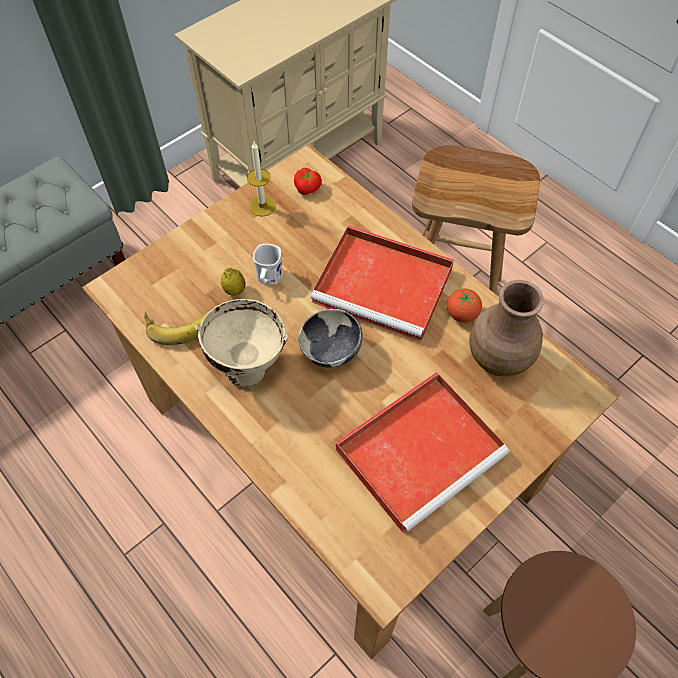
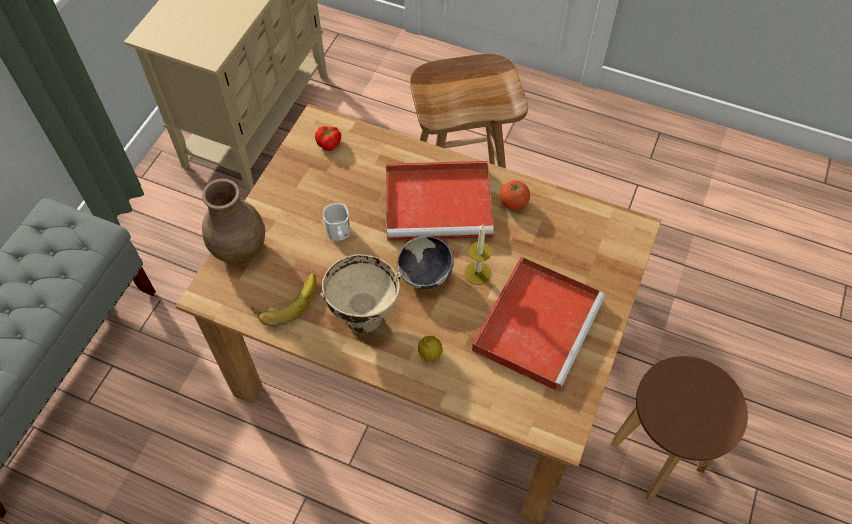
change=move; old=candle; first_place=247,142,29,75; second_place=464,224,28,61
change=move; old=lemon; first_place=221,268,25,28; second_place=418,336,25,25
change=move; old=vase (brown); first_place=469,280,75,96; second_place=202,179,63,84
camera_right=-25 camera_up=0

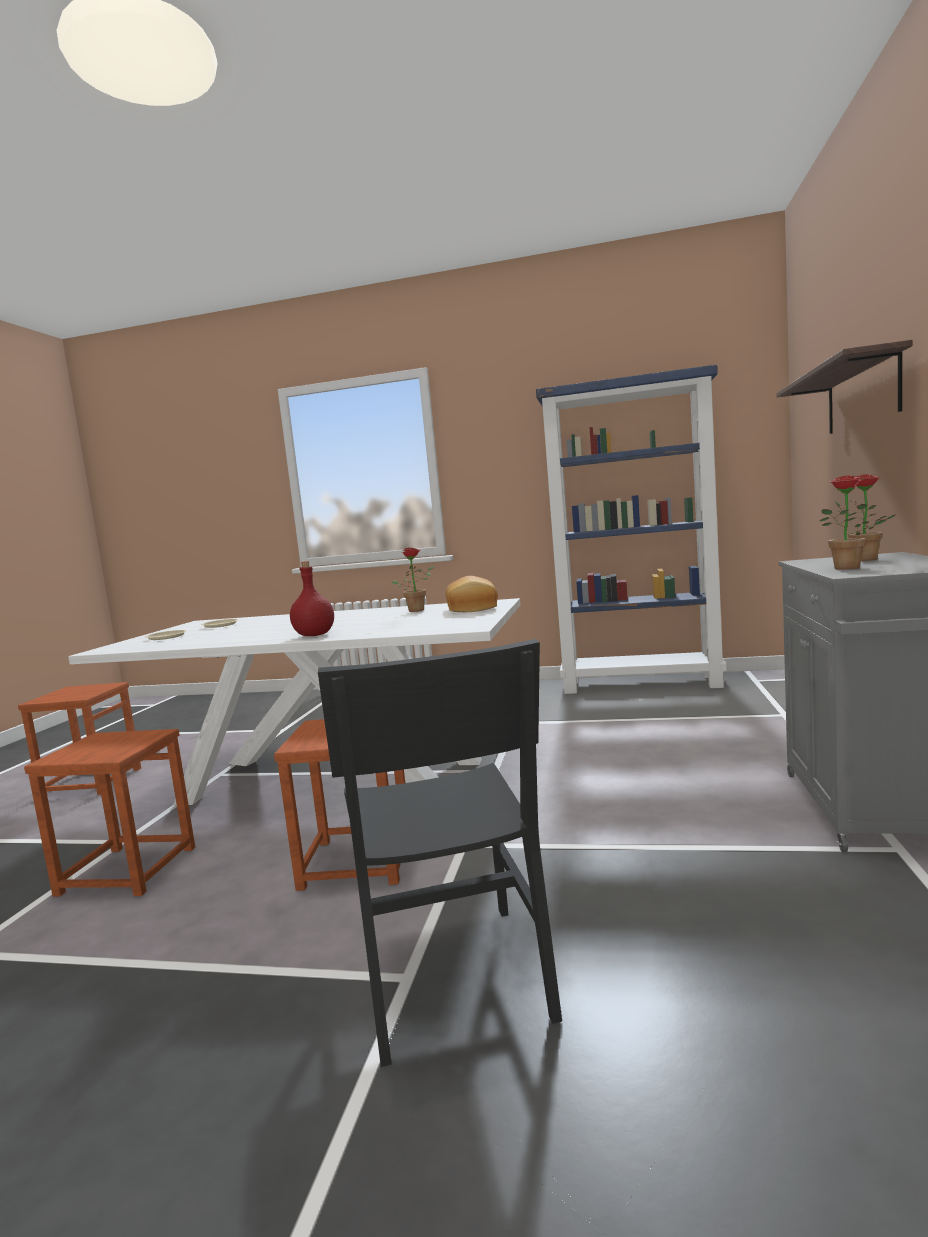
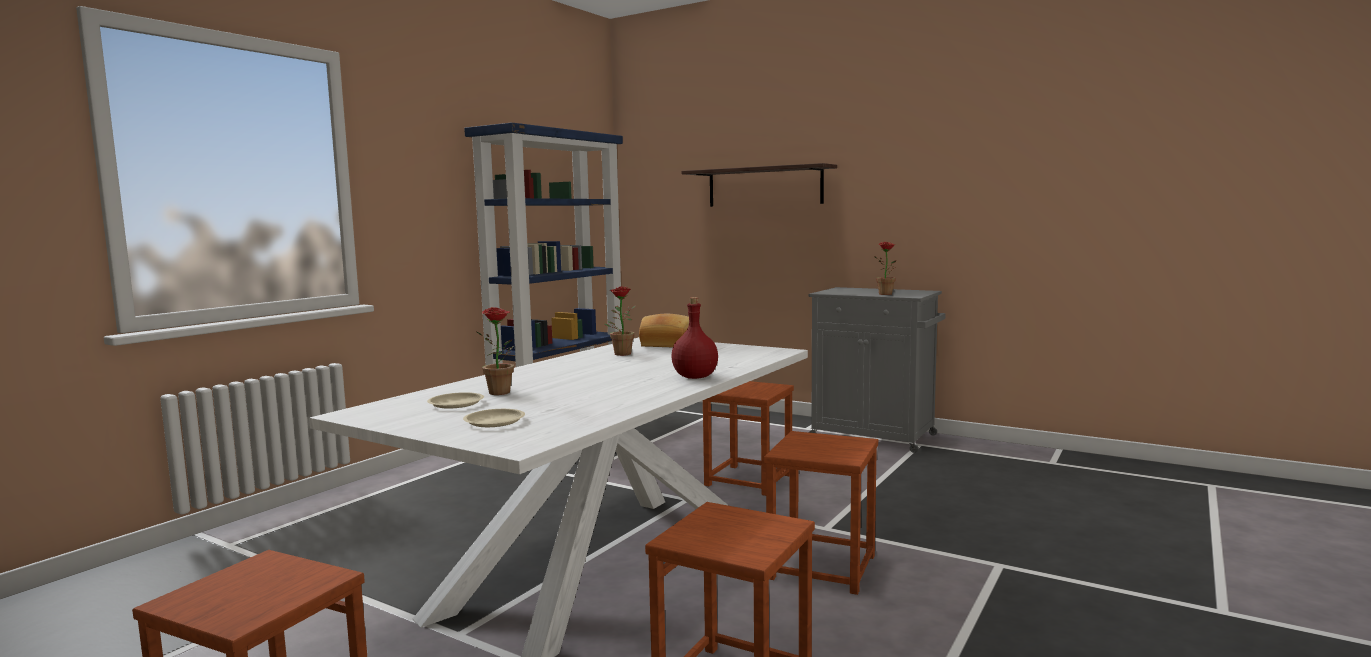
change=move; old=potted plant; first_place=848,474,47,87; second_place=477,307,37,88
change=delete; old=chair (black); first_place=318,639,244,428
change=insert; new=stool (brown); second_place=703,381,91,115
camera_right=-70 camera_up=0

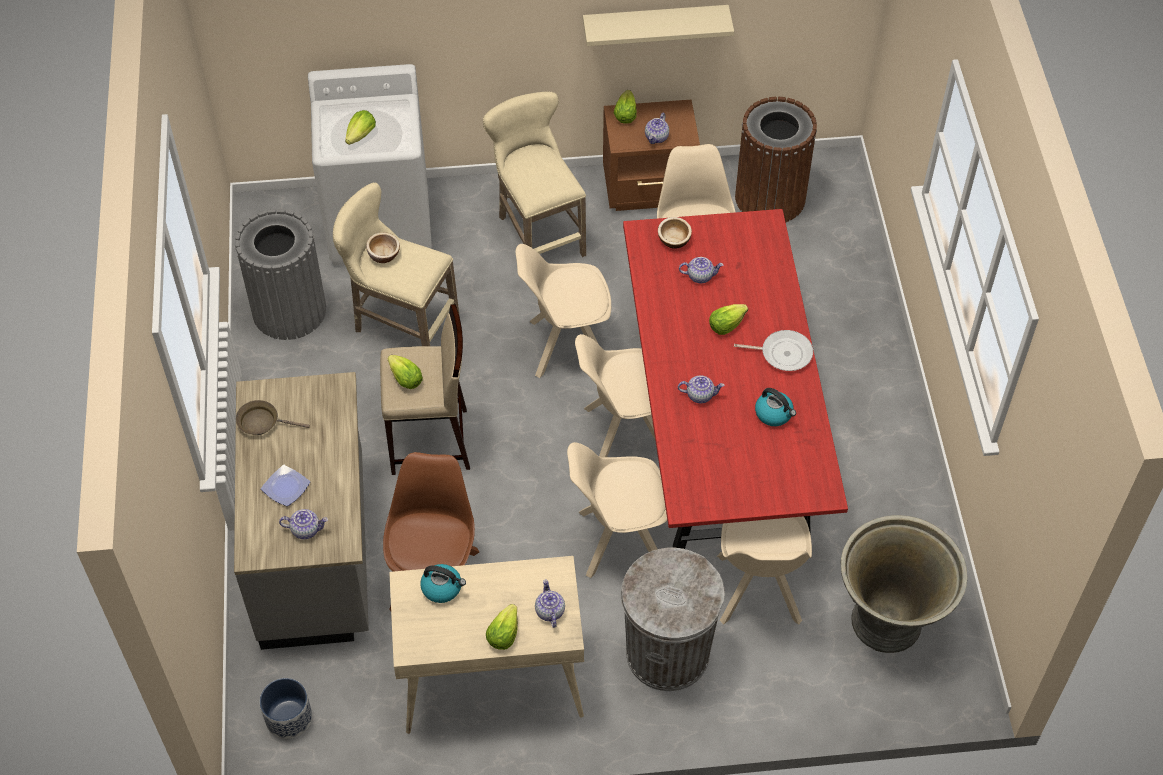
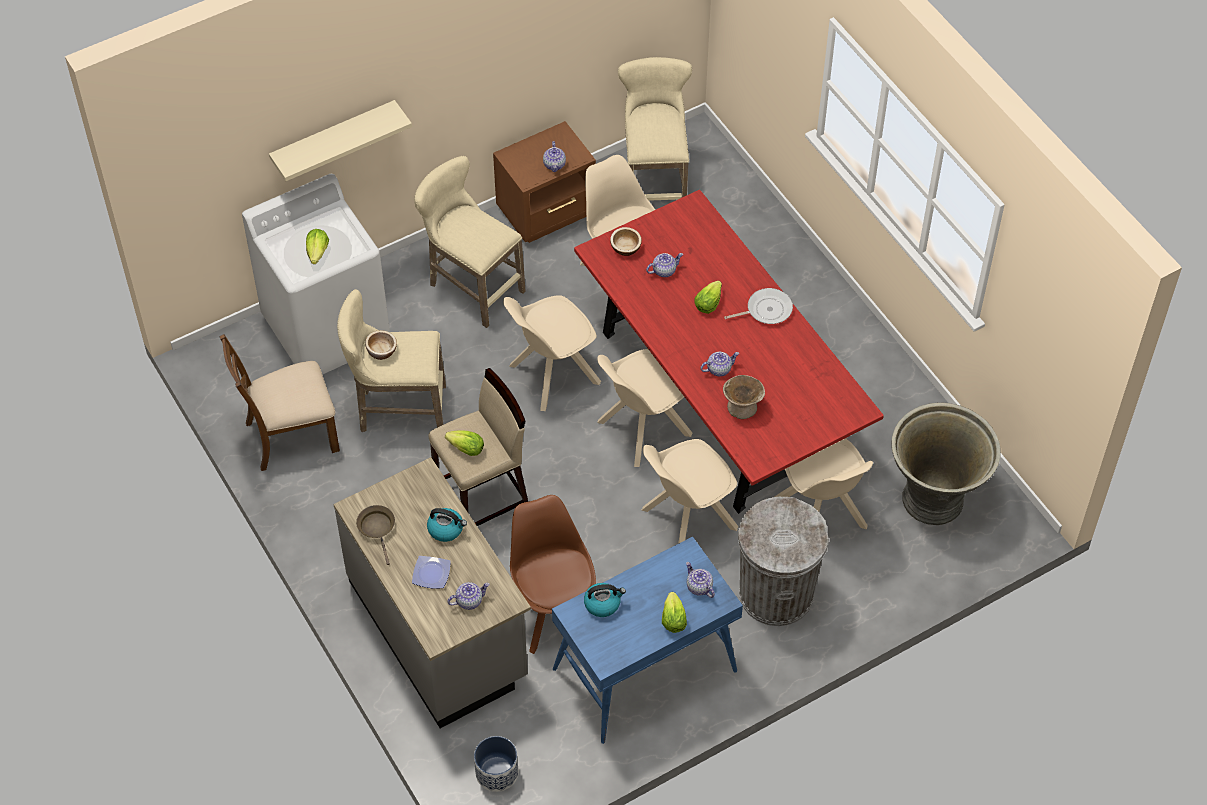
change=move; old=shelf (beige); first_place=583,5,151,41; second_place=269,100,143,81
change=delete; old=lettuce; first_place=614,90,23,34
change=replace; old=trash can (brown); new=stool (beige); first_place=735,97,82,125; second_place=618,57,74,144
change=replace; old=trash can (grey); new=chair (brown); first_place=235,209,91,131; second_place=220,334,120,137
change=move; old=kettle; first_place=755,388,41,38; second_place=427,508,40,34
change=rotate; old=frying pan (brown); first_place=236,400,74,35; second_place=356,505,39,60; degrees=90
change=recolor; old=desk (beige); new=desk (blue); first_place=389,556,195,178; second_place=552,536,191,208
change=insert; new=bowl (beige); second_place=723,375,42,44
camera_right=-25 camera_up=0

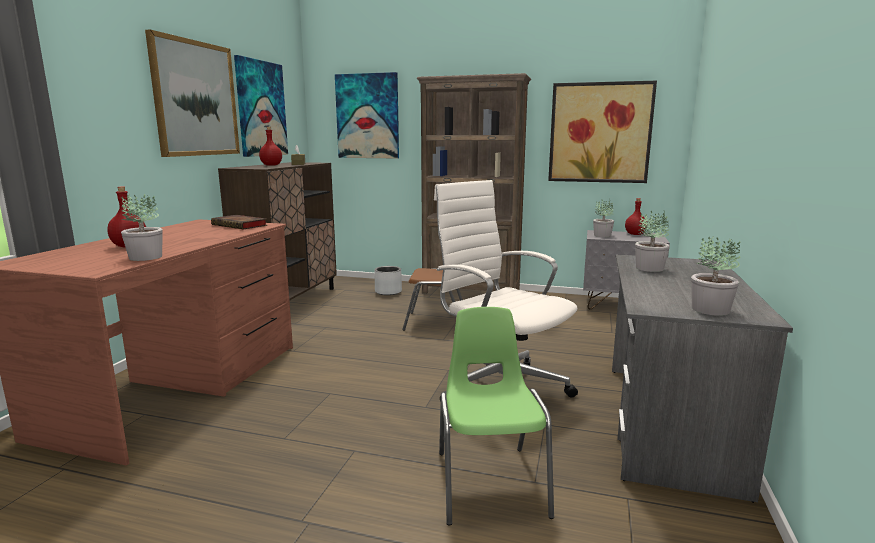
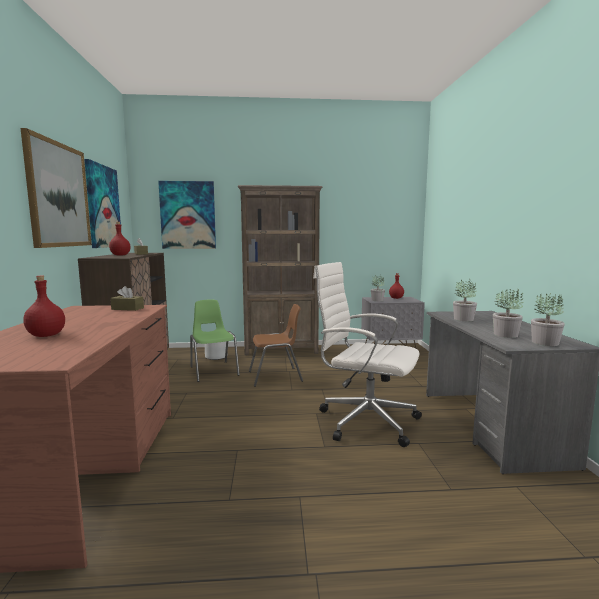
change=delete; old=picture; first_place=548,81,109,102
change=move; old=potted plant; first_place=121,193,42,68; second_place=493,289,31,49
change=replace; old=book; new=tissue box (brown); first_place=211,215,57,15; second_place=110,286,34,25
change=move; old=chair (green); first_place=439,307,115,219; second_place=190,300,50,82
camera_right=-20 camera_up=-5

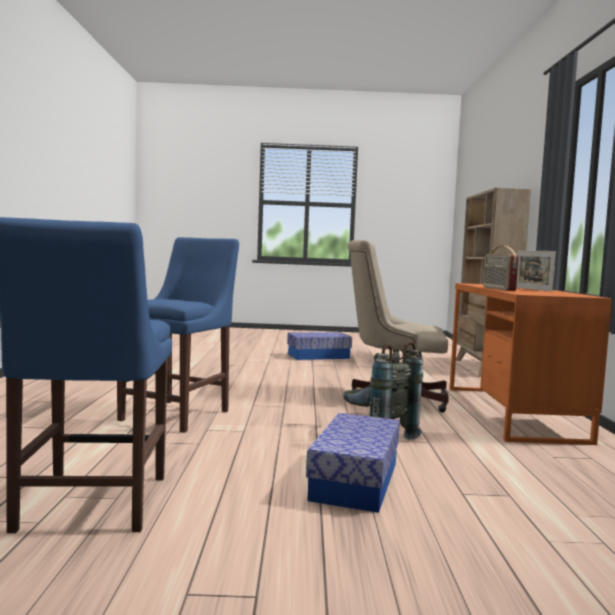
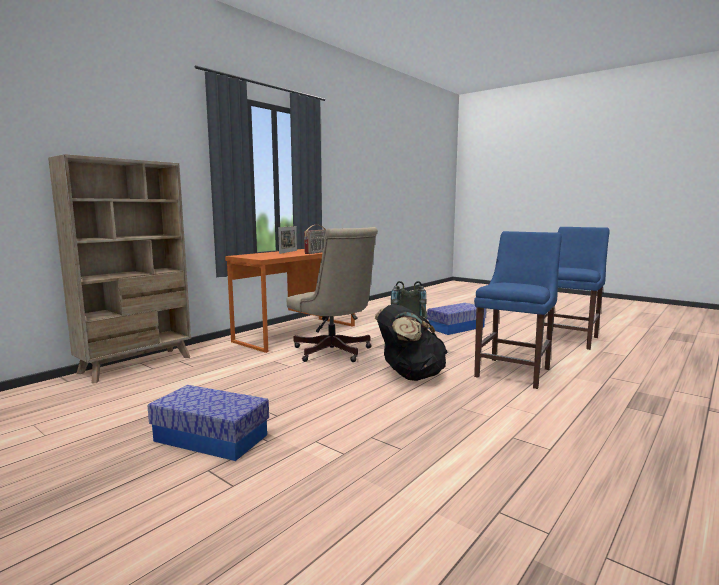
change=rotate; old=chair (blue); first_place=117,237,122,196; second_place=474,231,88,158; degrees=150
change=insert; new=backpack (black); second_place=375,304,73,77
camera_right=-140 camera_up=5

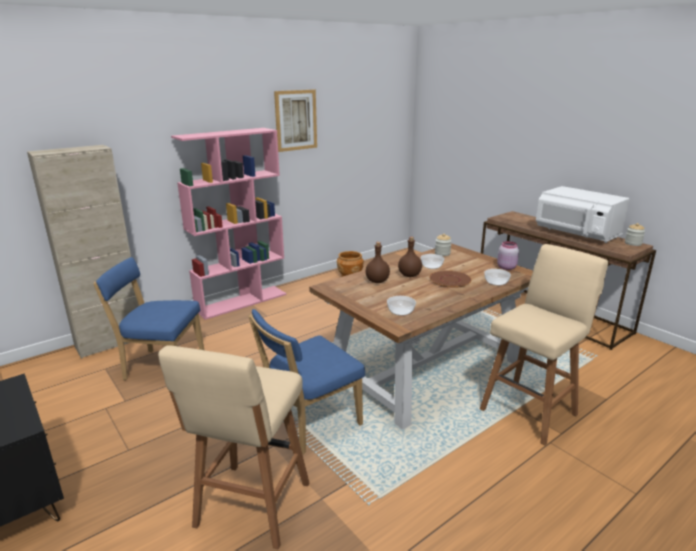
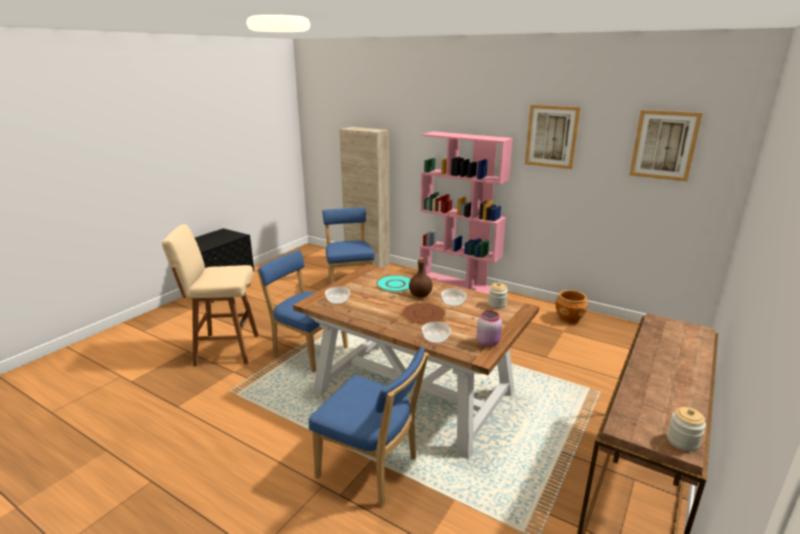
change=delete; old=microwave (white); first_place=536,186,94,57
change=replace; old=bottle (brown); new=plate (turquoise); first_place=366,242,24,41; second_place=376,275,35,17
change=replace; old=stool (beige); new=chair (blue); first_place=480,244,128,201; second_place=309,347,120,159
change=insert; new=picture; second_place=629,110,74,72
camera_right=70 camera_up=0

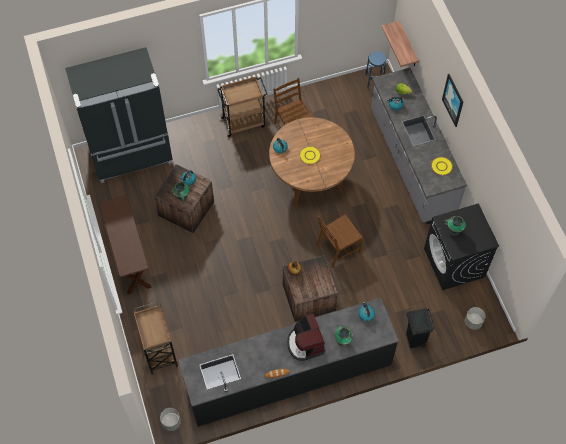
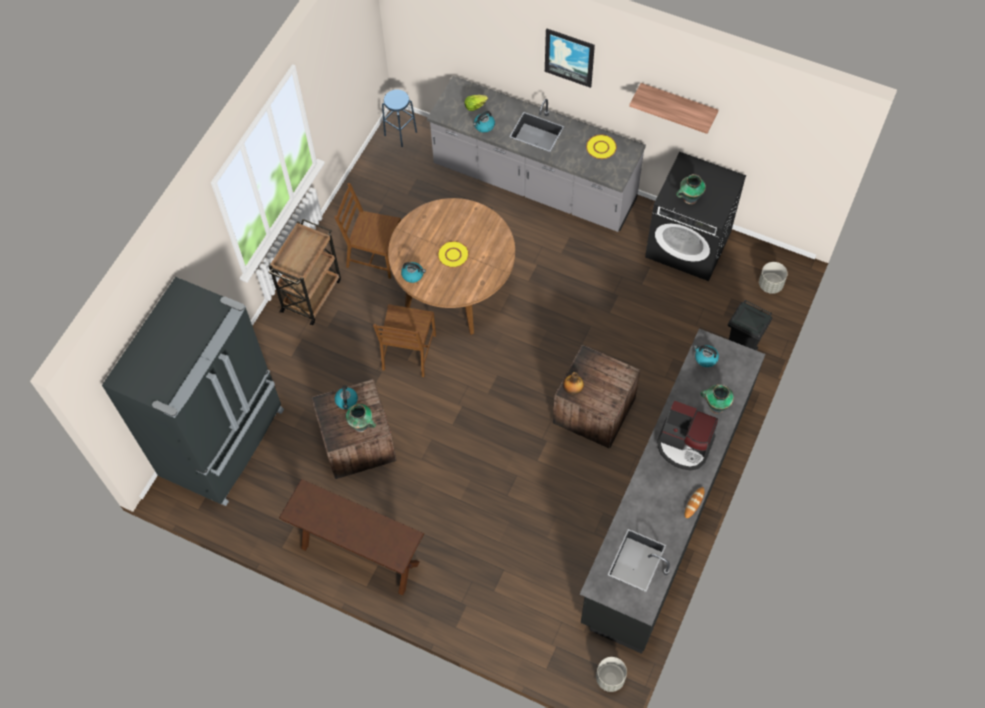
change=move; old=shelf; first_place=382,21,37,46; second_place=629,83,89,51
change=move; old=chair (brown); first_place=316,214,47,54; second_place=373,304,63,73
change=delete; old=cart (brown); first_place=133,301,45,74
camera_right=-45 camera_up=0

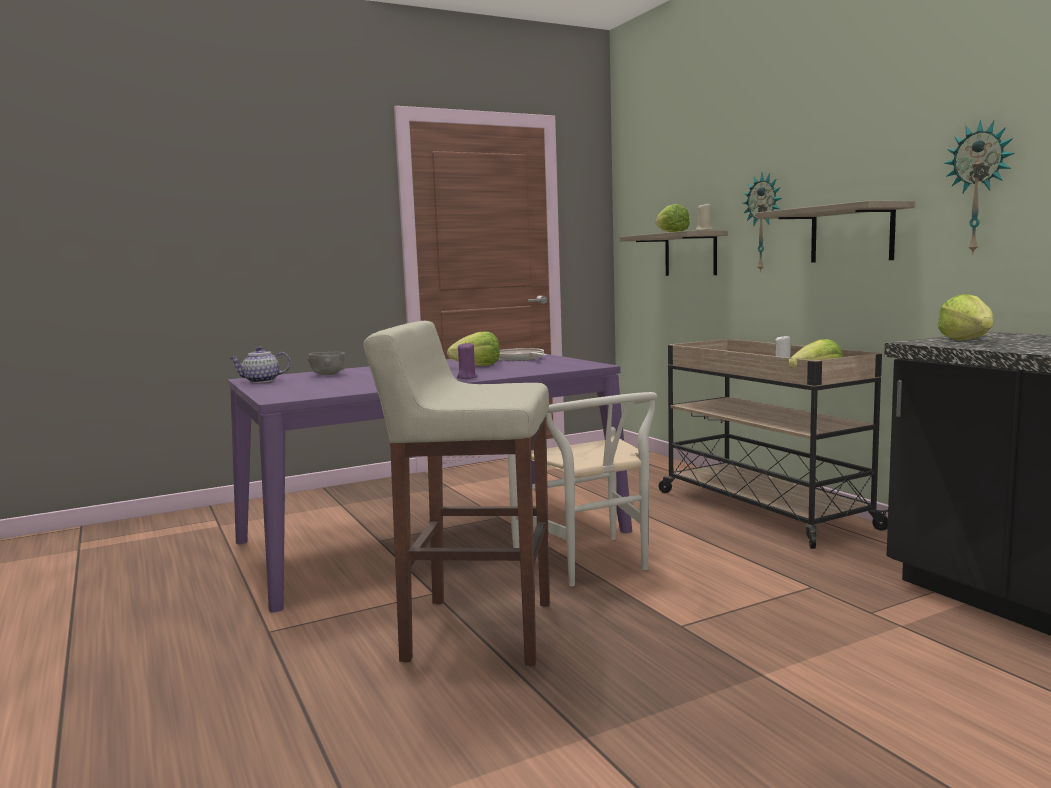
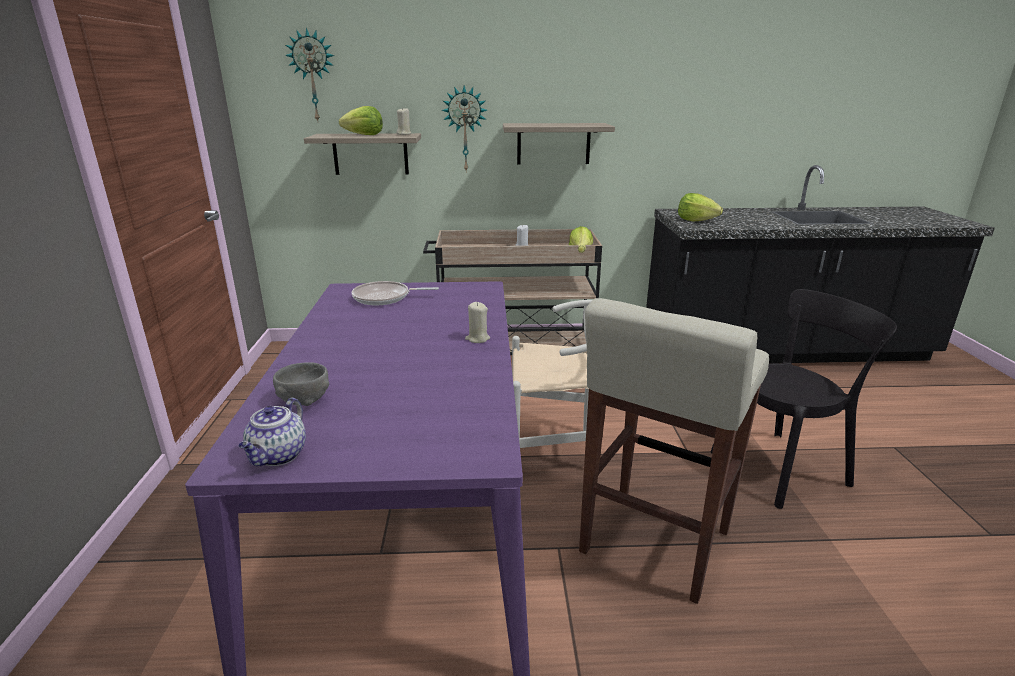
change=move; old=wall clock; first_place=944,120,71,135; second_place=285,28,49,93
change=delete; old=lettuce; first_place=447,332,53,34
change=recolor; old=candle (purple); new=candle (beige); first_place=457,342,20,37; second_place=465,302,25,41
change=insert; new=chair (black); second_place=711,289,186,220
camera_right=-65 camera_up=15

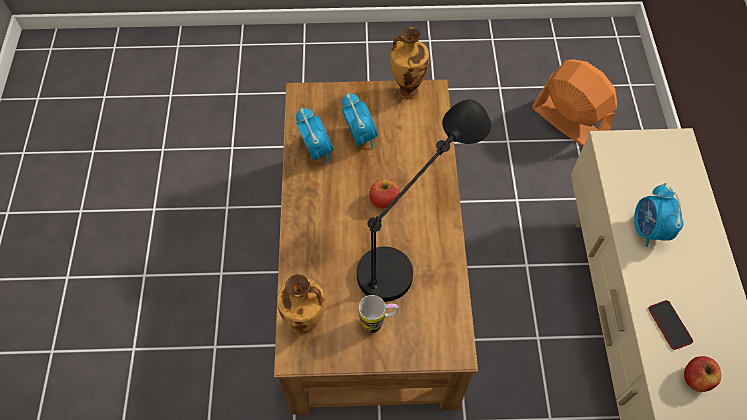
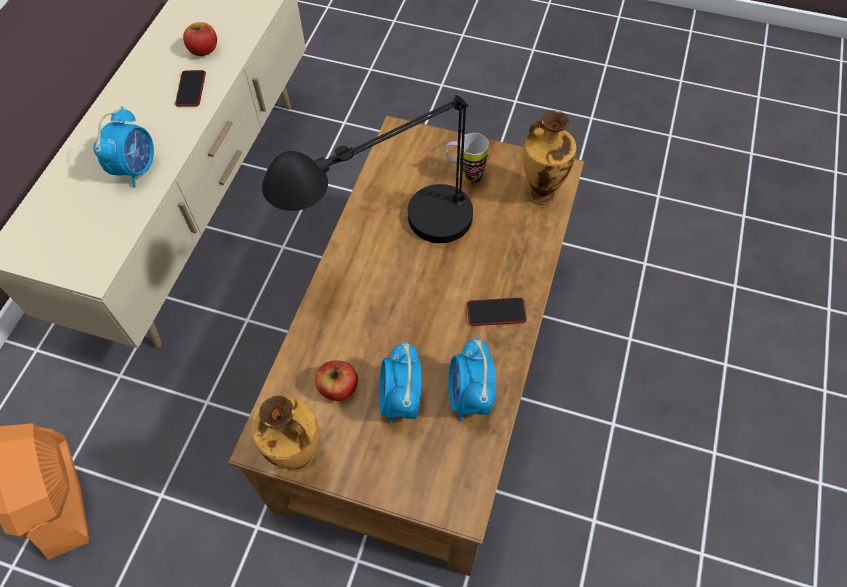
change=move; old=apple; first_place=369,179,31,30; second_place=315,360,43,41
change=insert; new=phone; second_place=467,298,60,28
camera_right=-160 camera_up=0

